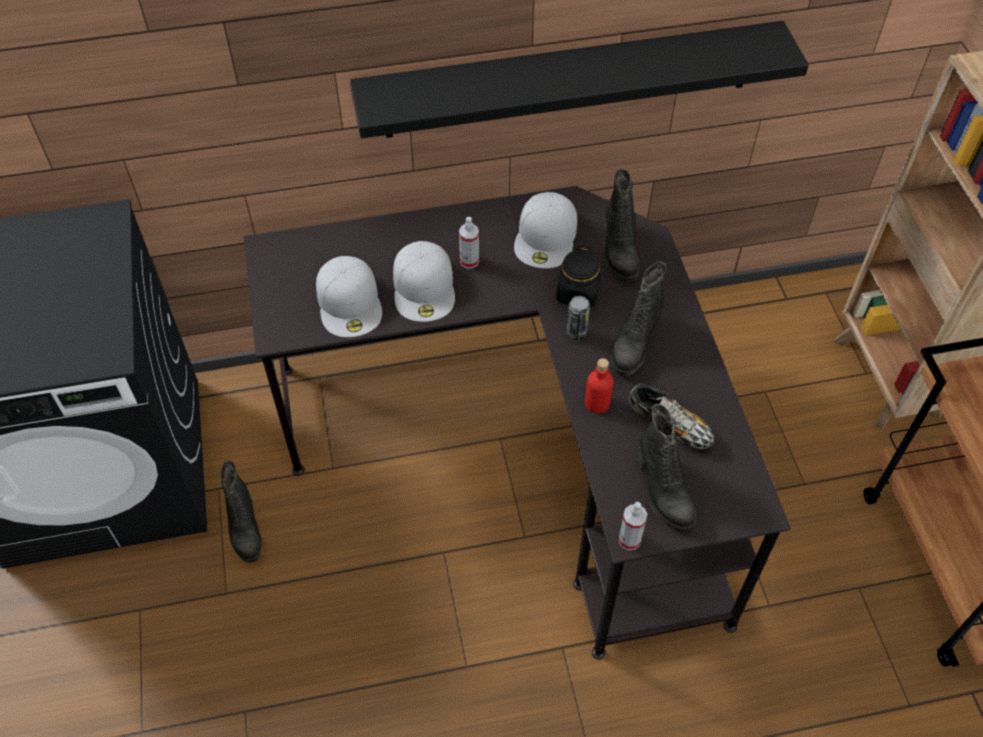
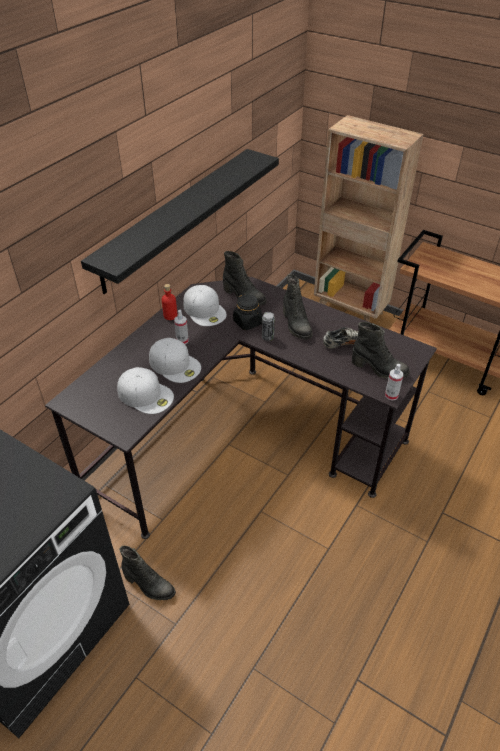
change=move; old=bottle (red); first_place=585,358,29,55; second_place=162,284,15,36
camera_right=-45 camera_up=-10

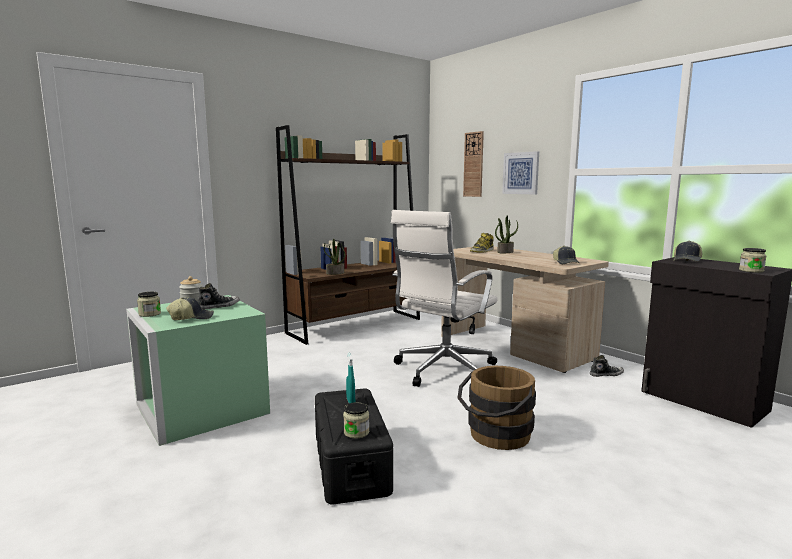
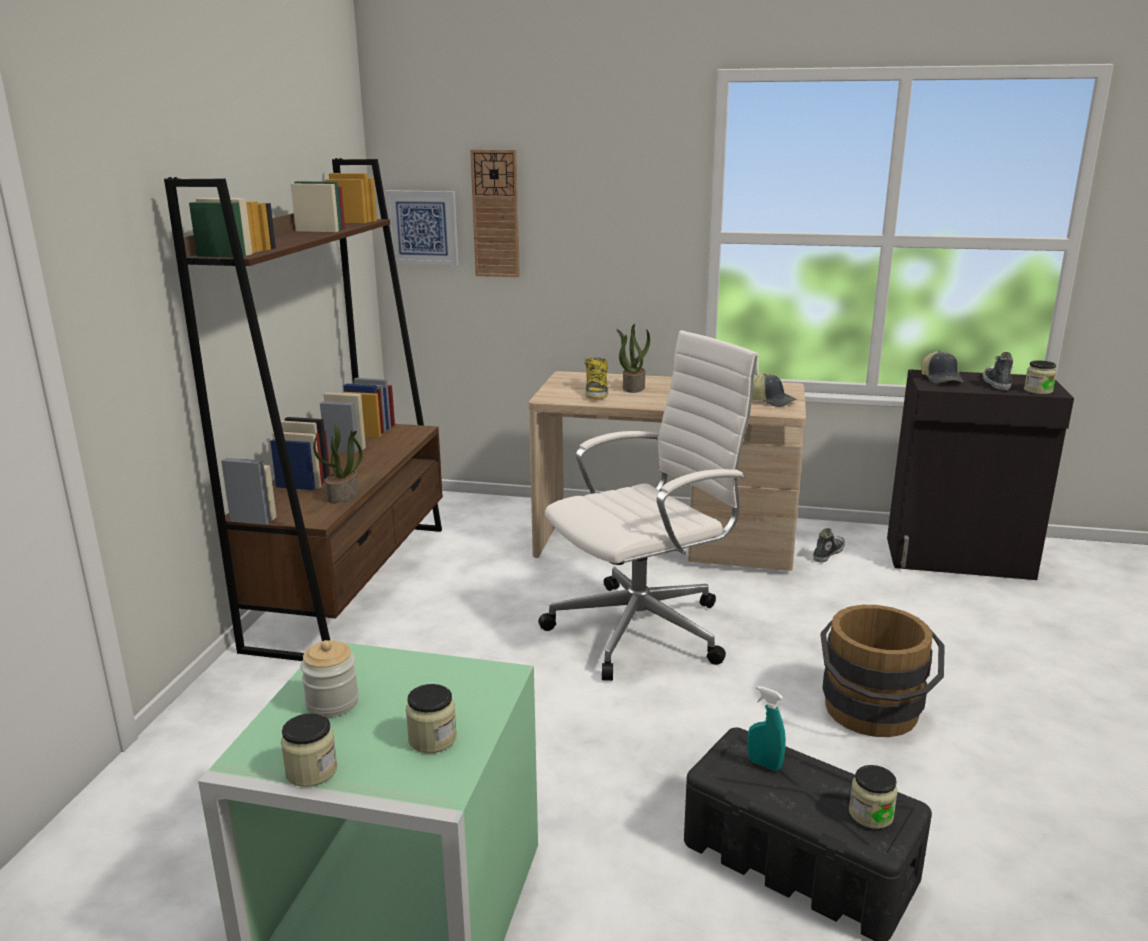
change=move; old=picture; first_place=502,151,37,43; second_place=385,190,73,75
change=rotate; old=office chair (white); first_place=391,210,107,177; second_place=538,330,221,351; degrees=-120
change=move; old=shoe; first_place=197,283,42,27; second_place=983,352,30,38
change=replace; old=cap; new=jar; first_place=166,297,48,23; second_place=406,684,51,69
camera_right=-40 camera_up=10

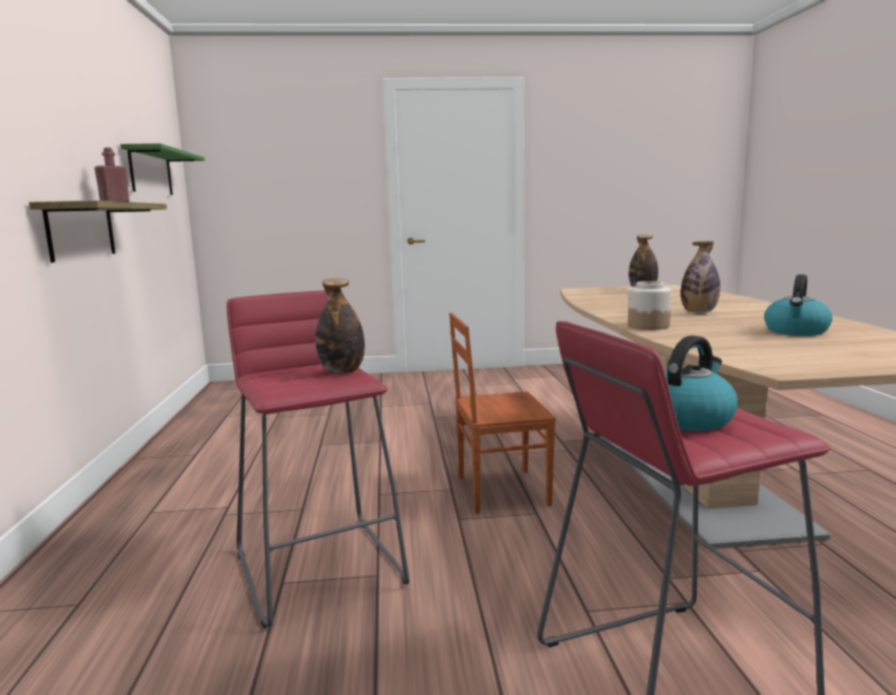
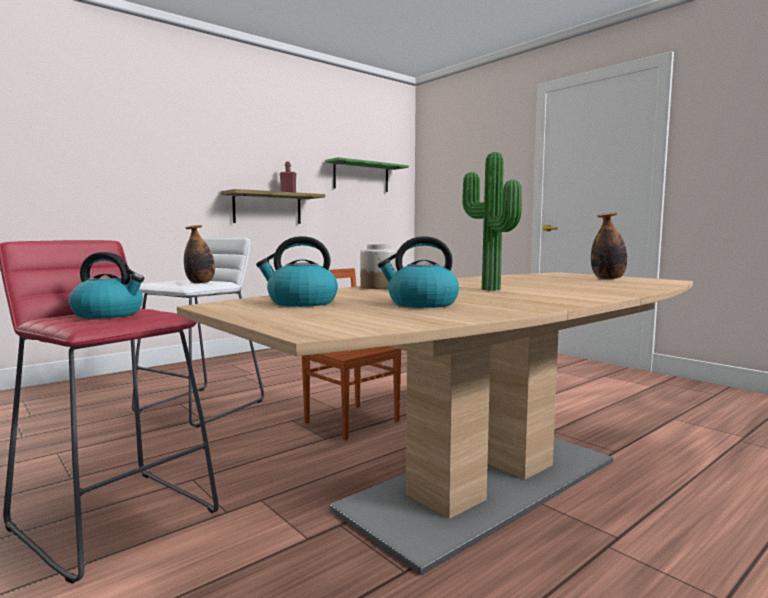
change=replace; old=bottle; new=potted plant; first_place=681,241,39,72; second_place=462,152,60,139
change=recolor; old=stool (red); new=stool (white); first_place=226,290,183,338; second_place=132,237,132,190
change=insert; new=kettle; second_place=256,236,82,71
camera_right=55 camera_up=-5

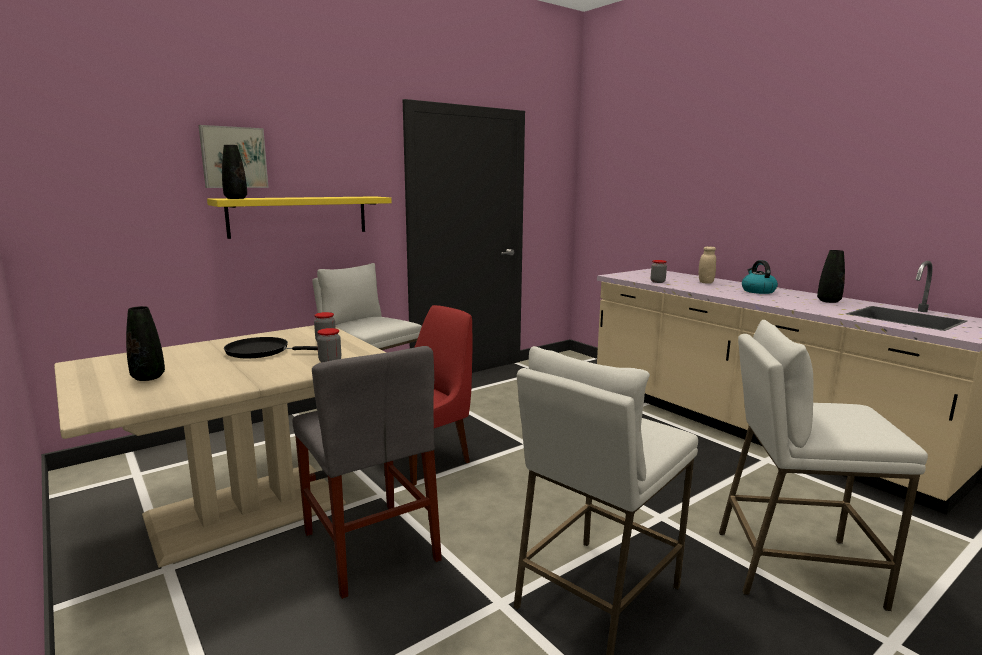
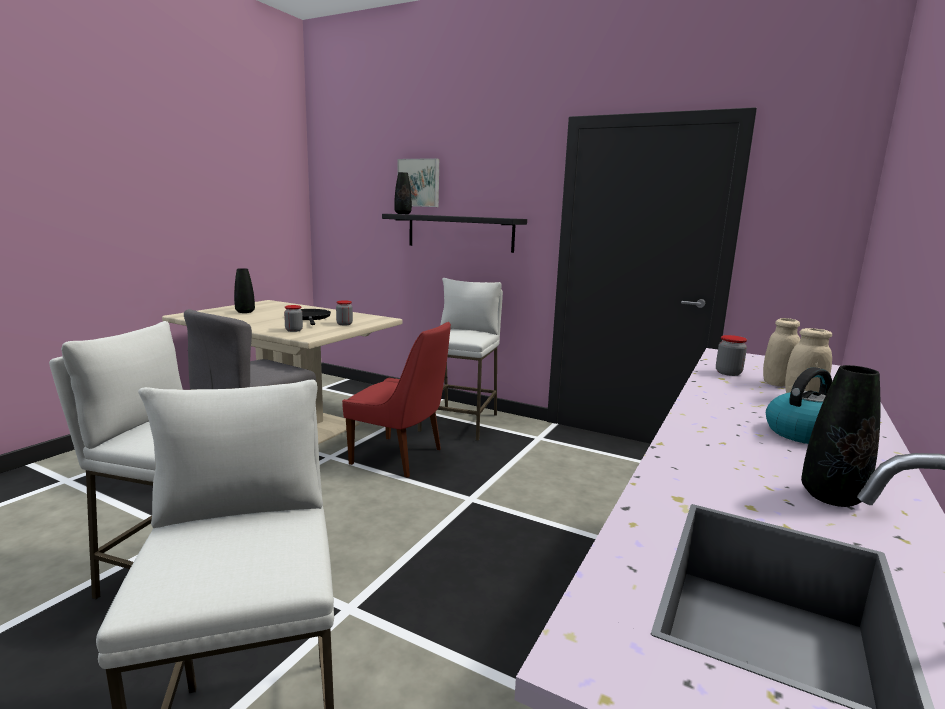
change=recolor; old=shelf (yellow); new=shelf (black); first_place=207,196,185,43; second_place=382,214,145,39
change=insert; new=jar (beige); second_place=763,318,37,69
camera_right=65 camera_up=0

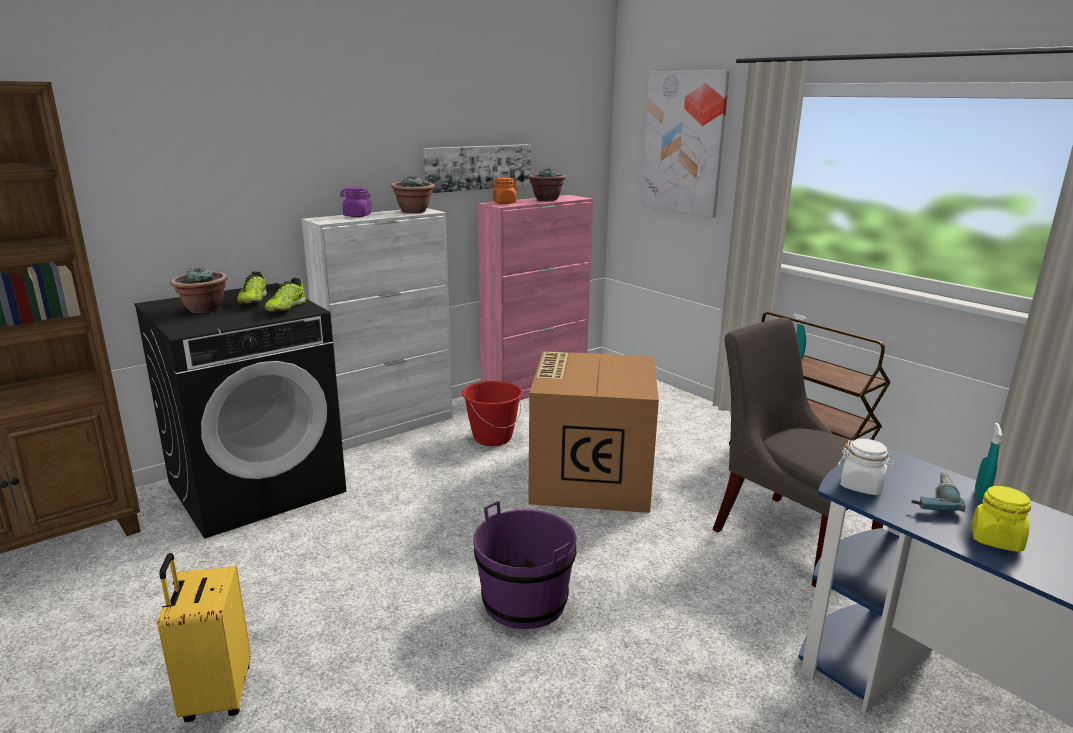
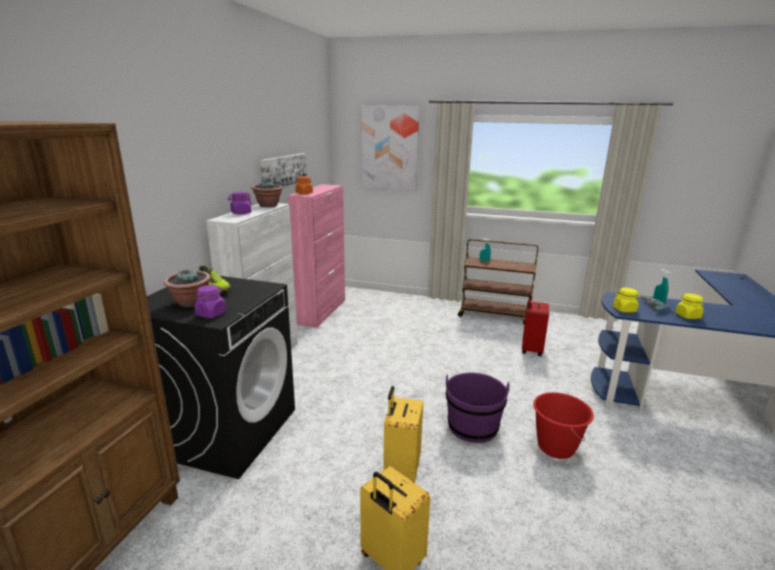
change=delete; old=potted plant; first_place=528,168,38,33
change=delete; old=shoe; first_place=265,277,41,34
change=replace; old=chair (grey); new=suitcase (red); first_place=713,317,170,271; second_place=522,291,27,65
change=delete; old=cardboard box; first_place=528,351,131,162
change=move; old=bucket (red); first_place=462,381,61,65; second_place=533,392,61,67
change=recolor; old=jar (white); new=jar (yellow); first_place=838,439,58,56; second_place=613,288,27,24
change=insert; new=jar (purple); second_place=195,285,31,33
change=insert; new=suitcase (yellow); second_place=383,386,40,96
camera_right=-35 camera_up=0

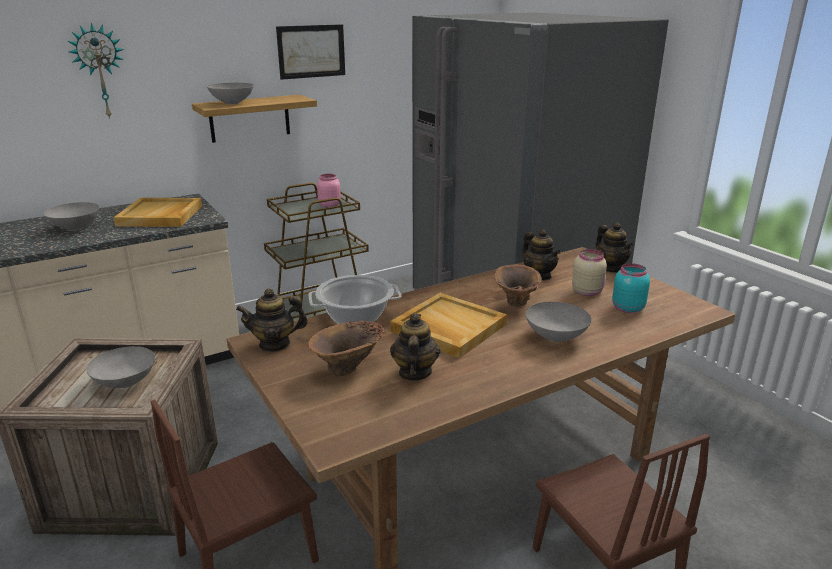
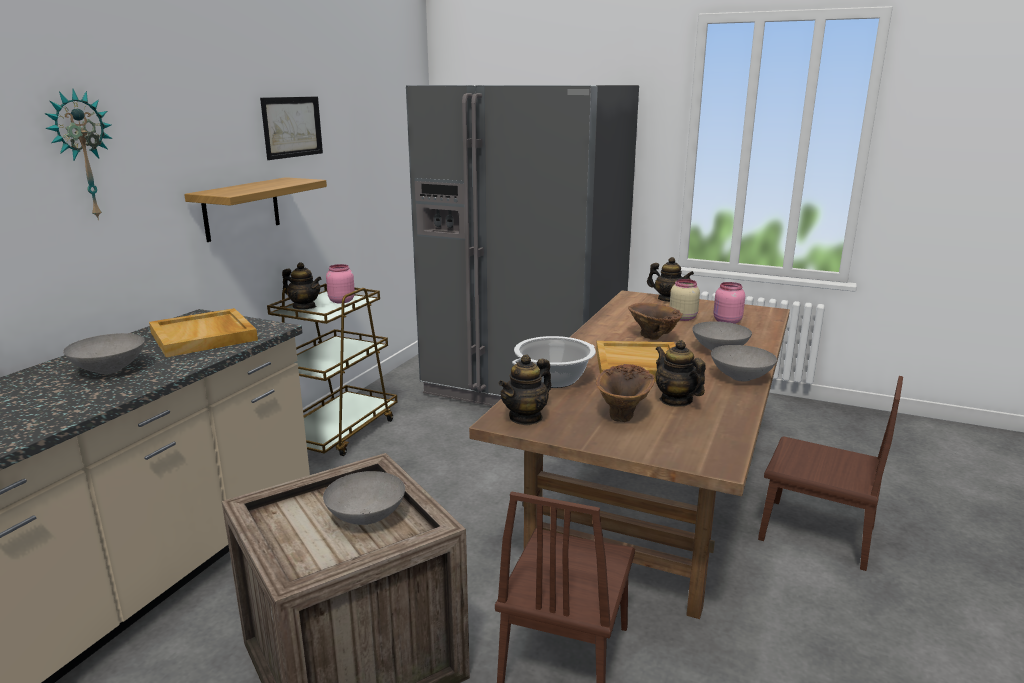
change=move; old=bowl (grey); first_place=207,83,47,21; second_place=711,345,66,37
change=move; old=teapot; first_place=522,229,39,51; second_place=282,262,40,47
change=recolor; old=jar (turquoise); new=jar (pink); first_place=612,263,38,50; second_place=713,282,32,42
camera_right=-35 camera_up=-5

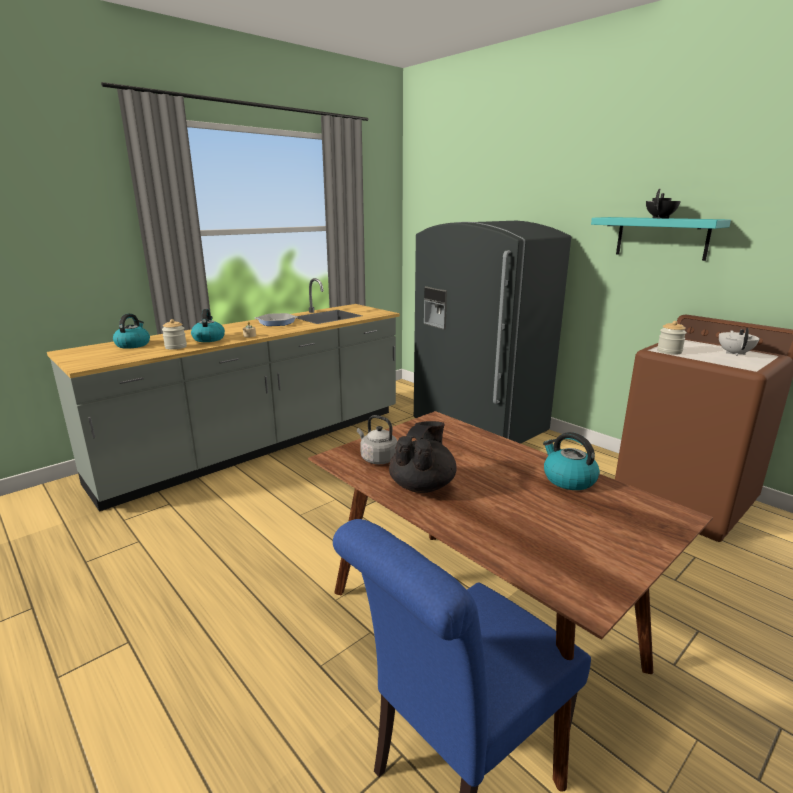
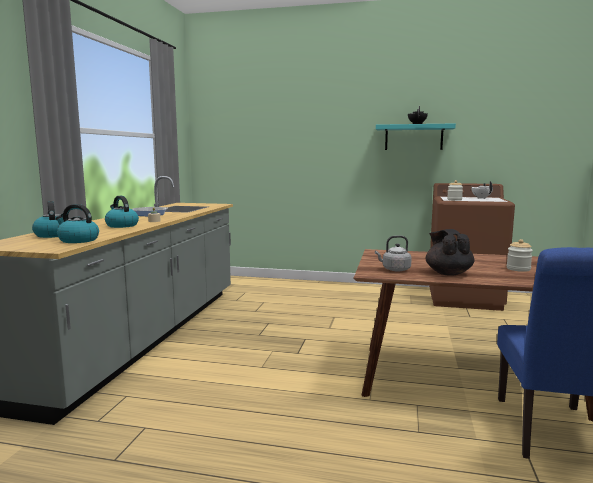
change=delete; old=fridge (grey); first_place=414,221,157,223
change=move; old=jar; first_place=162,319,25,31; second_place=506,239,27,33
change=move; old=kettle; first_place=543,432,57,58; second_place=55,204,44,39
camera_right=-35 camera_up=-10

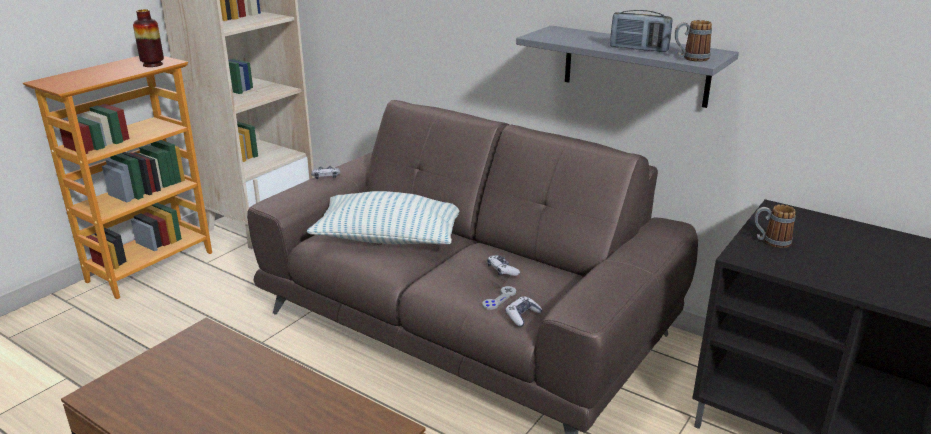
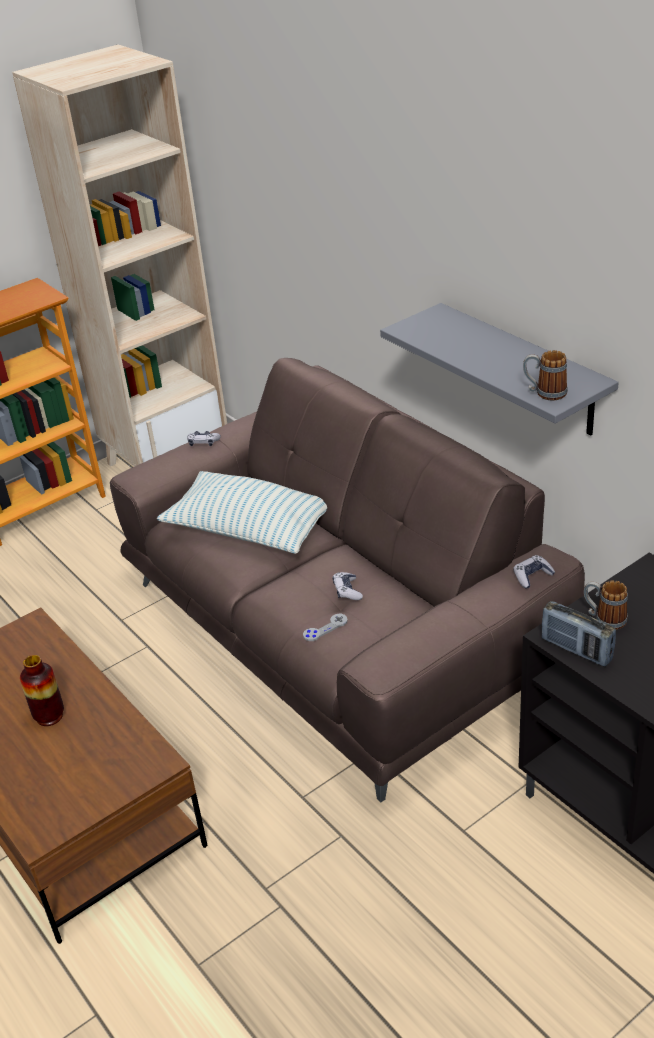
change=move; old=vase; first_place=133,9,31,58; second_place=20,655,44,71
change=move; old=radio; first_place=610,10,63,42; second_place=542,601,74,66
change=move; old=game controller; first_place=505,296,37,31; second_place=513,555,42,33
camera_right=20 camera_up=10

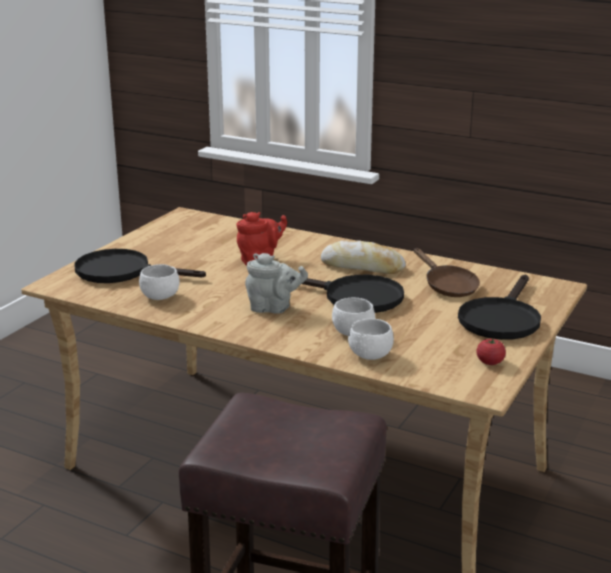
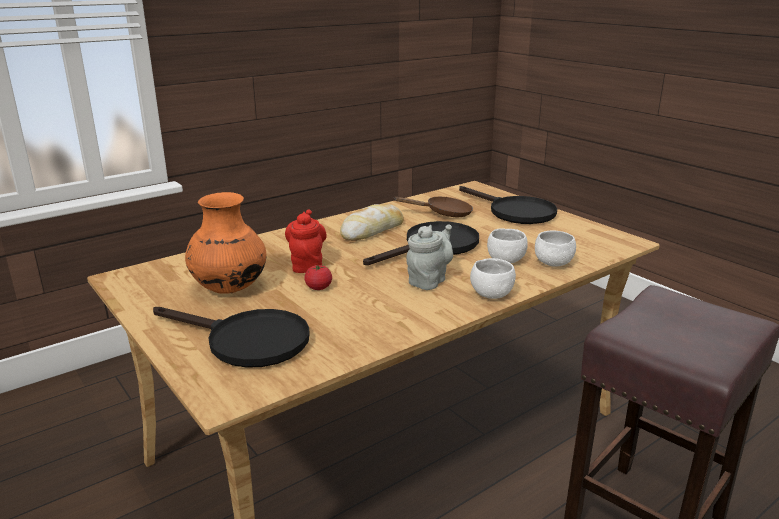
change=rotate; old=frying pan (black); first_place=74,249,132,34; second_place=153,307,157,61; degrees=-105
change=move; old=bowl (white); first_place=139,264,41,36; second_place=470,258,46,41
change=move; old=tomato; first_place=476,339,30,26; second_place=304,265,28,25
change=insert; new=vase (orange); second_place=185,192,81,102
camera_right=-65 camera_up=0

